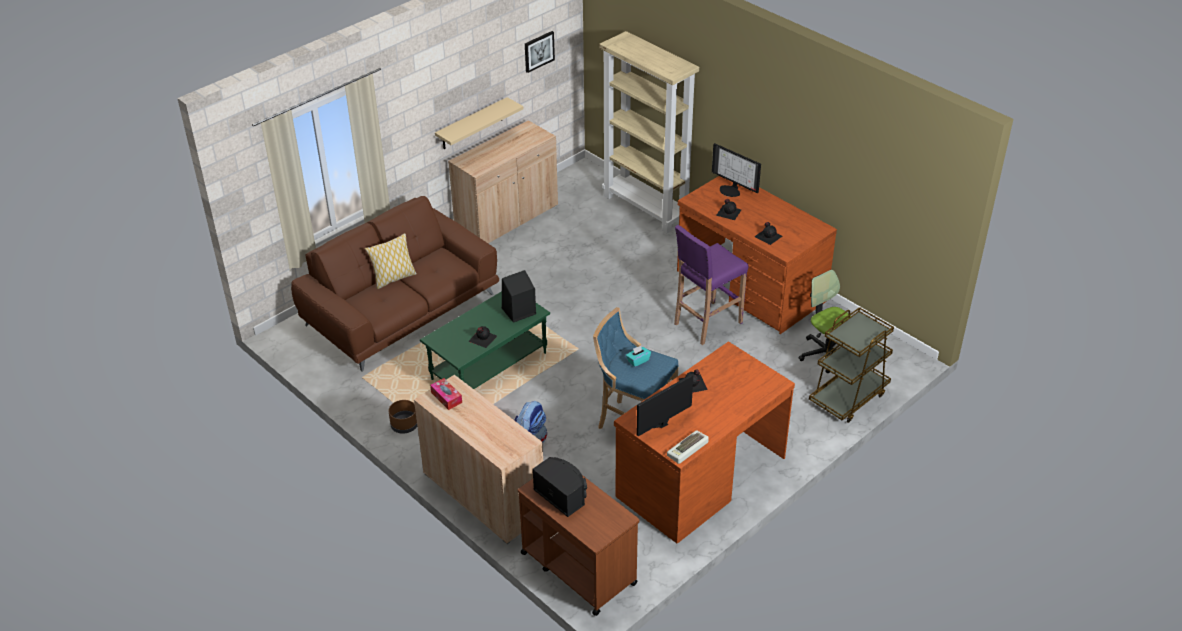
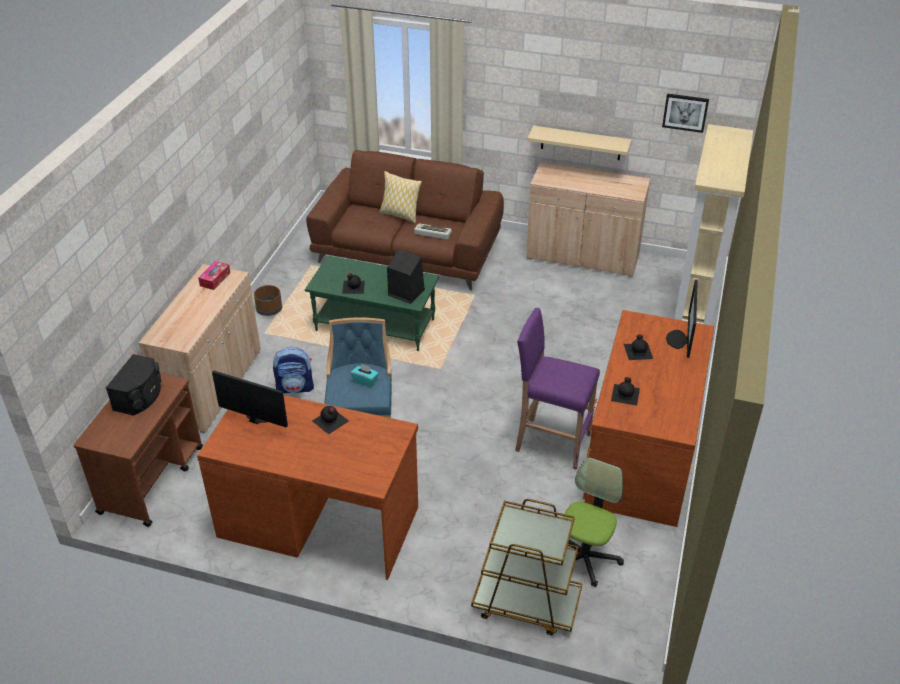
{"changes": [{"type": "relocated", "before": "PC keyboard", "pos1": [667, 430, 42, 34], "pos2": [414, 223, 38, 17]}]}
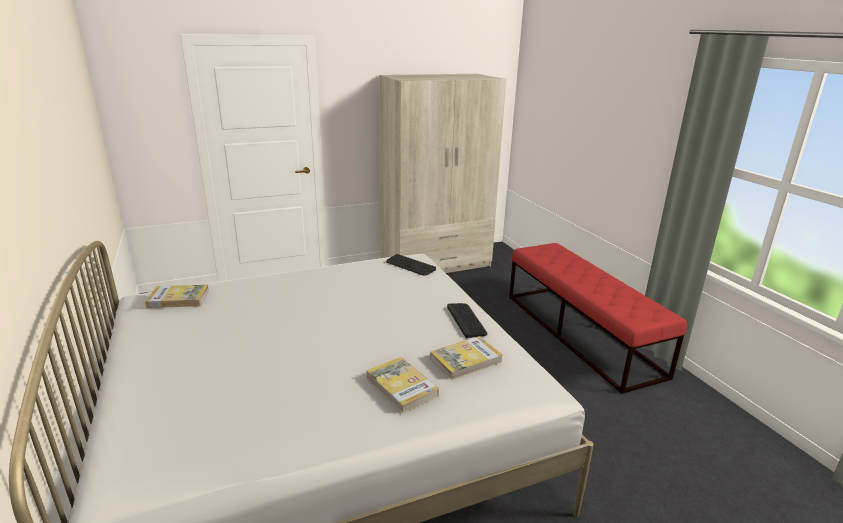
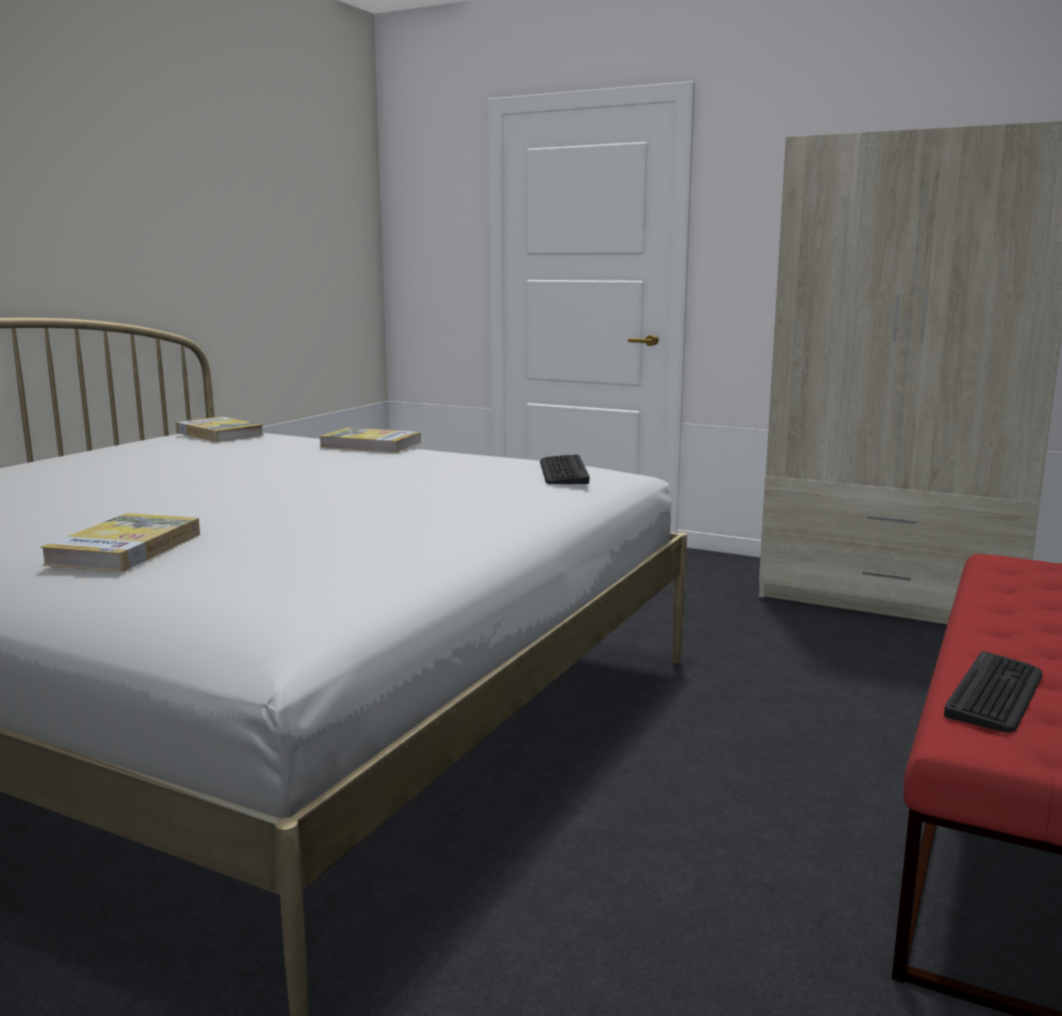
{"changes": [{"type": "relocated", "before": "book", "pos1": [430, 336, 73, 44], "pos2": [320, 428, 101, 25]}, {"type": "relocated", "before": "PC keyboard", "pos1": [447, 303, 40, 35], "pos2": [944, 651, 99, 82]}]}
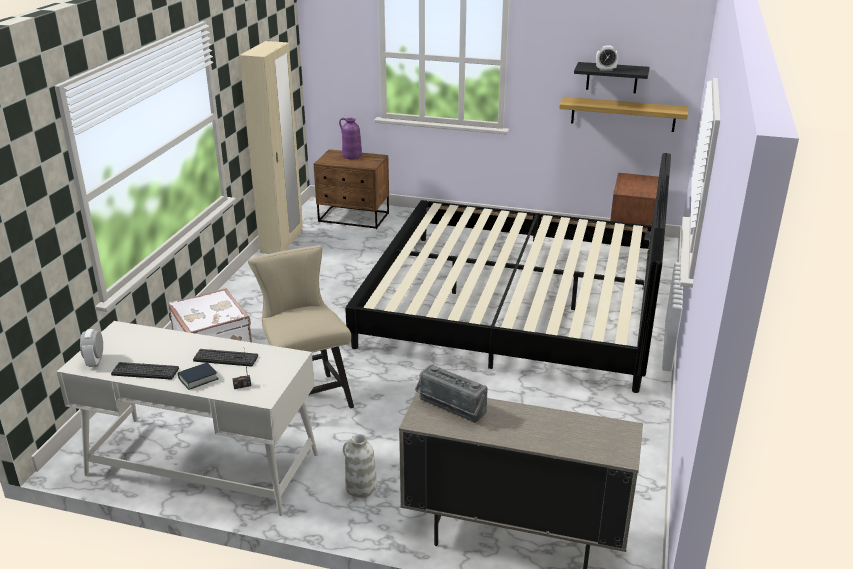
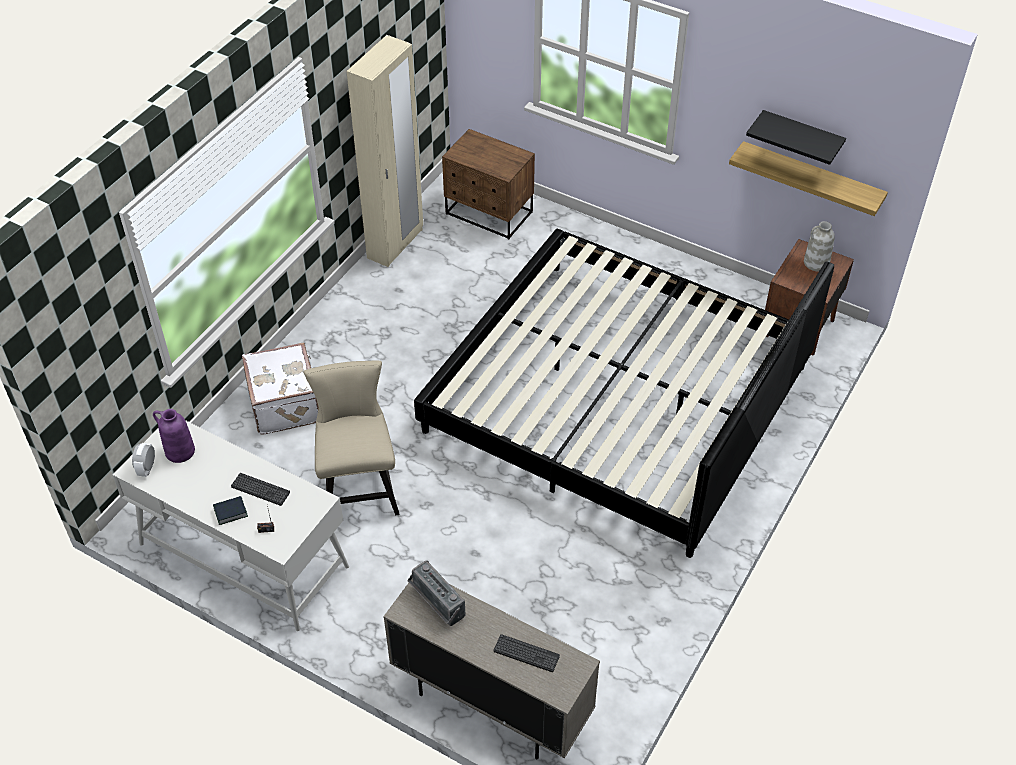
{"changes": [{"type": "relocated", "before": "purple-coloured flower vase", "pos1": [339, 118, 23, 41], "pos2": [153, 409, 42, 54]}, {"type": "relocated", "before": "PC keyboard", "pos1": [111, 362, 68, 17], "pos2": [494, 634, 66, 38]}, {"type": "relocated", "before": "white-coloured flower vase", "pos1": [343, 434, 34, 64], "pos2": [804, 221, 31, 50]}, {"type": "missing", "before": "table clock", "pos1": [596, 45, 22, 26]}]}
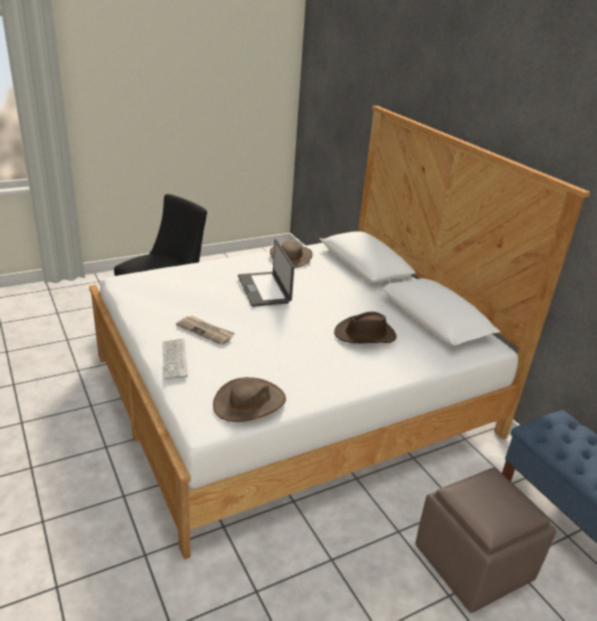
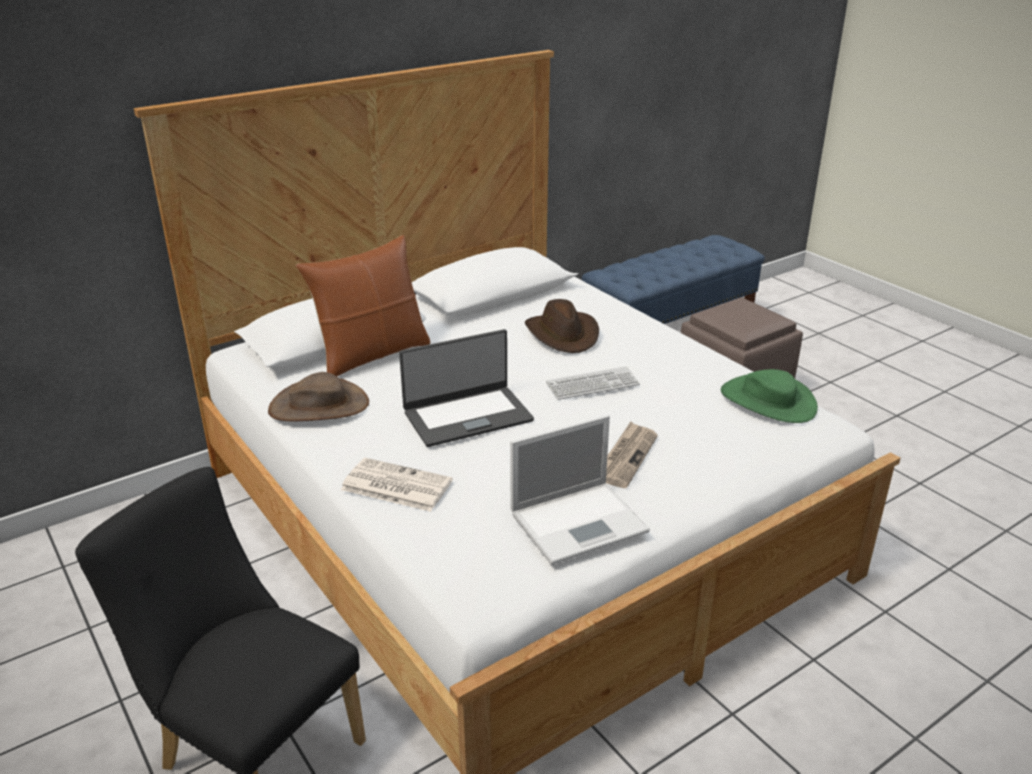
{"changes": [{"type": "appeared", "after": "brownish throw pillow", "pos2": [296, 235, 135, 141]}, {"type": "appeared", "after": "printed paper", "pos2": [341, 458, 112, 54]}, {"type": "appeared", "after": "laptop", "pos2": [510, 415, 140, 150]}, {"type": "relocated", "before": "PC keyboard", "pos1": [162, 338, 26, 42], "pos2": [546, 366, 94, 34]}, {"type": "colour", "before": "brownish hat", "after": "greenish hat", "pos1": [213, 377, 73, 45], "pos2": [721, 369, 97, 54]}]}
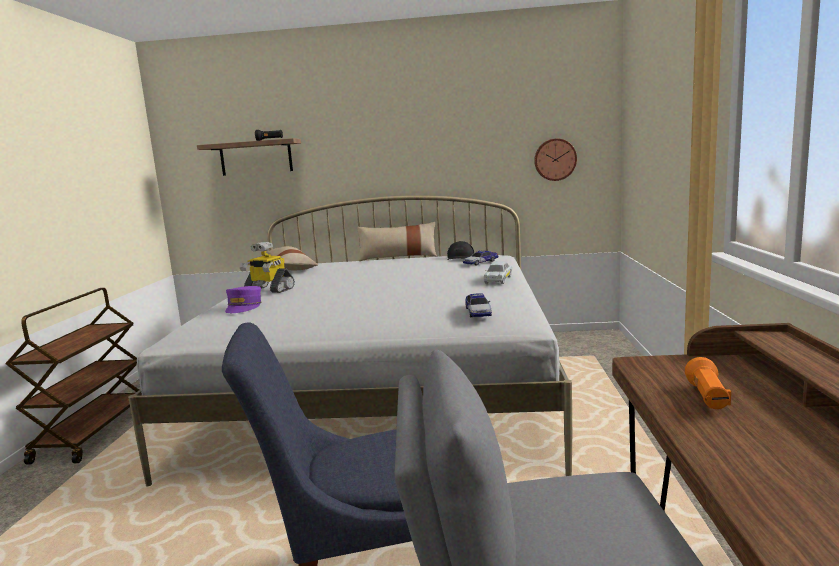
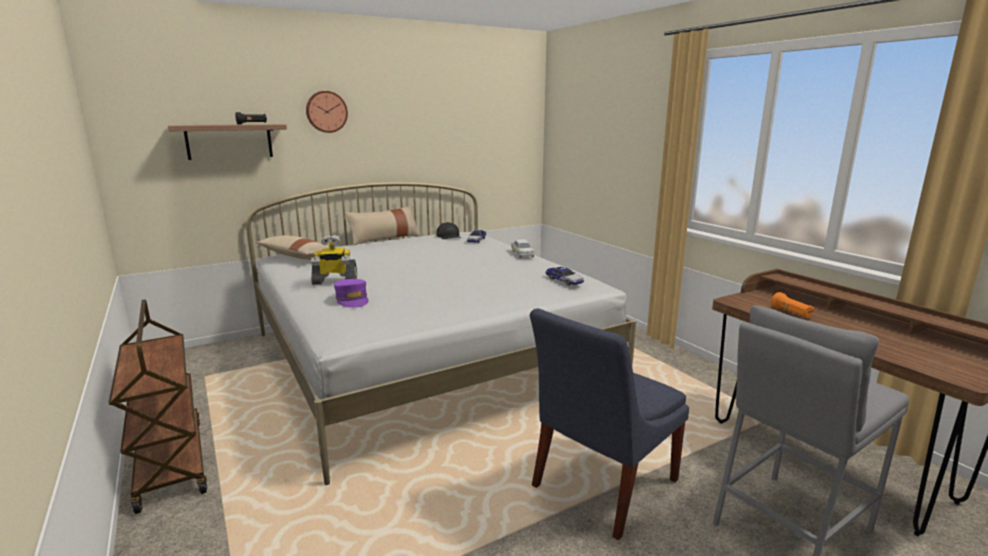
{"changes": [{"type": "relocated", "before": "hanging clock", "pos1": [534, 139, 43, 42], "pos2": [306, 91, 42, 42]}]}
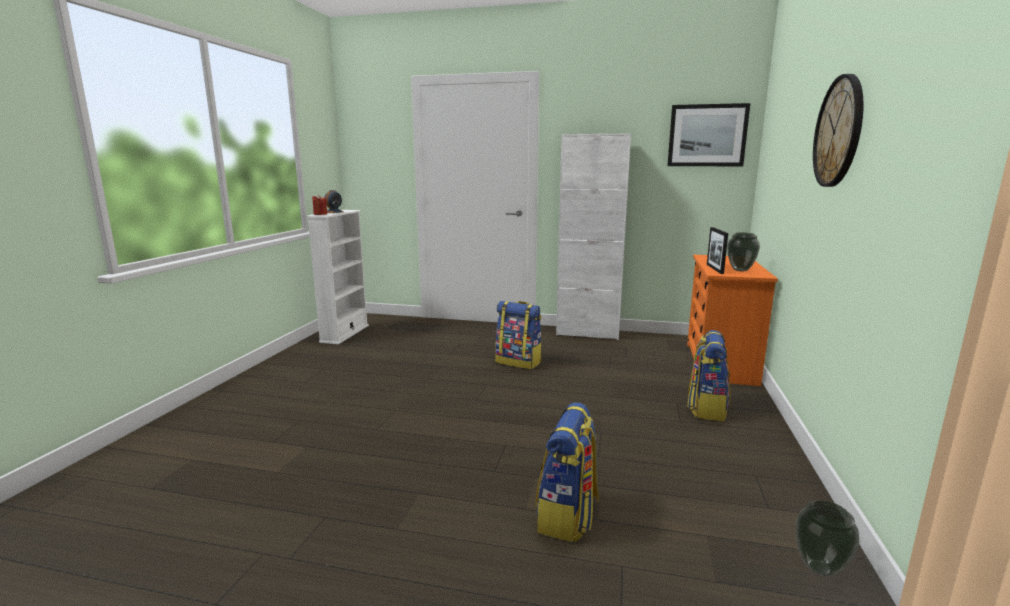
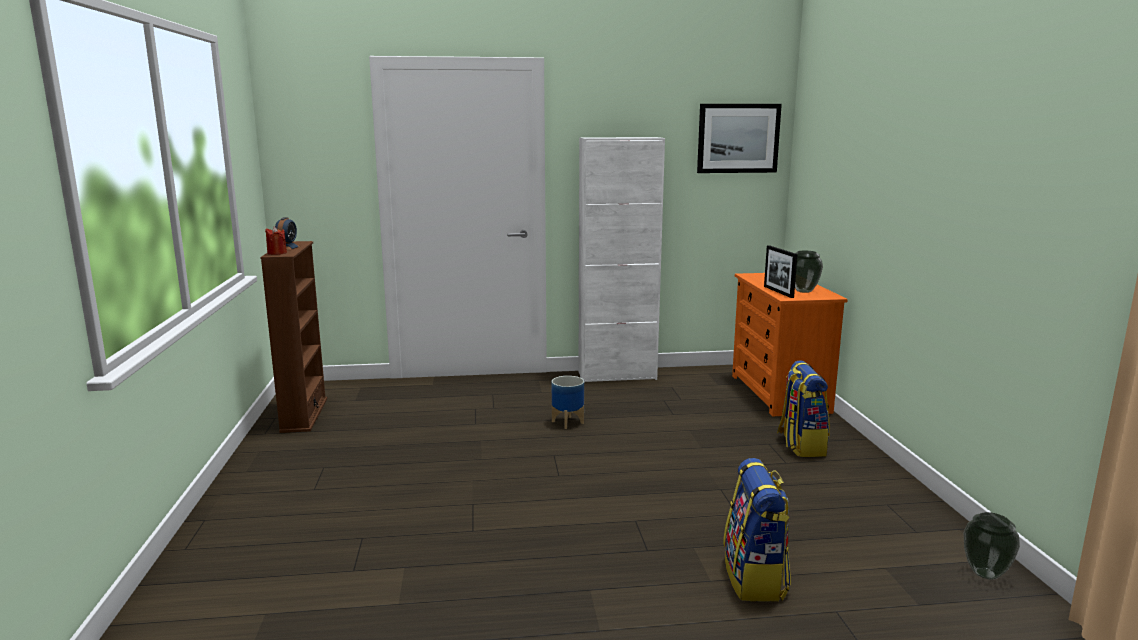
{"changes": [{"type": "colour", "before": "white-coloured bookcase", "after": "brownish bookcase", "pos1": [307, 210, 62, 135], "pos2": [260, 241, 67, 192]}, {"type": "exchanged", "before": "rucksack", "after": "plant pot", "pos1": [495, 301, 47, 68], "pos2": [552, 376, 32, 53]}, {"type": "missing", "before": "hanging clock", "pos1": [813, 74, 50, 113]}]}
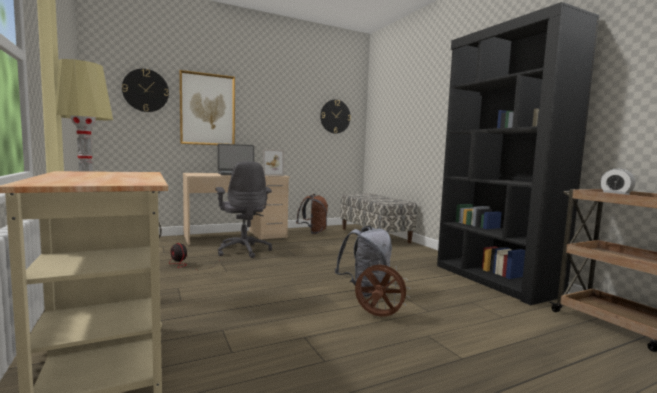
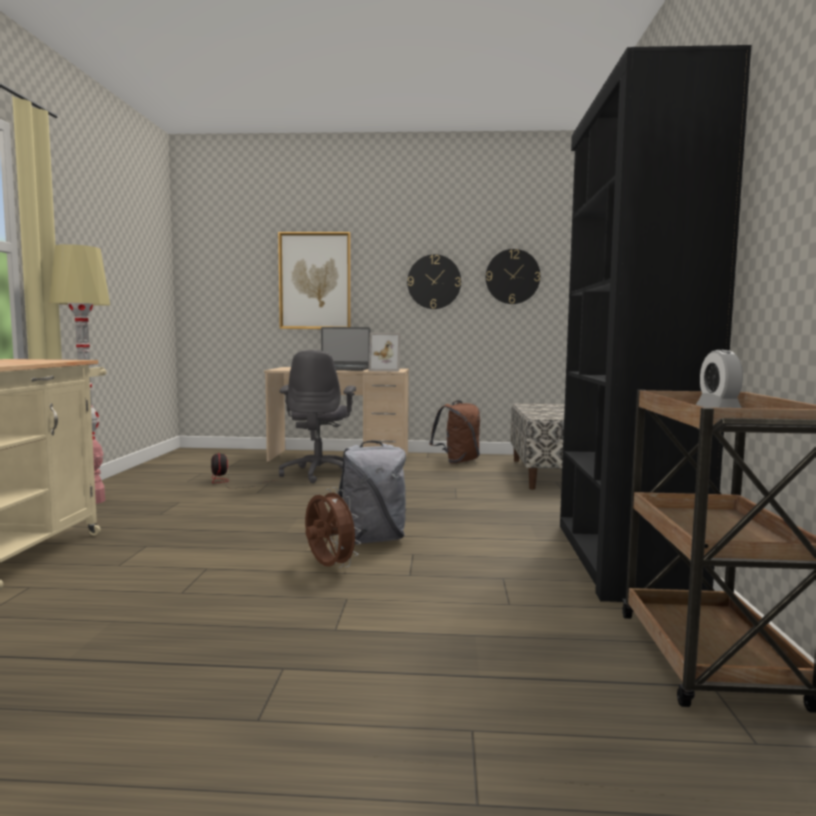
{"changes": [{"type": "relocated", "before": "hanging clock", "pos1": [122, 69, 47, 43], "pos2": [407, 254, 54, 55]}]}
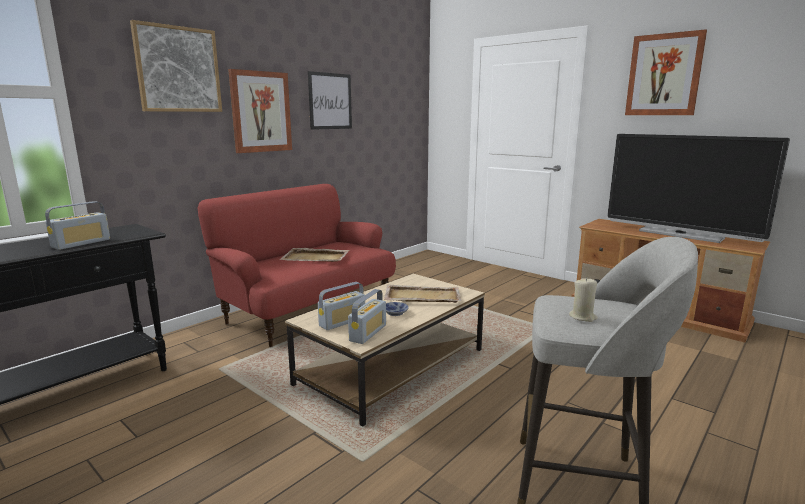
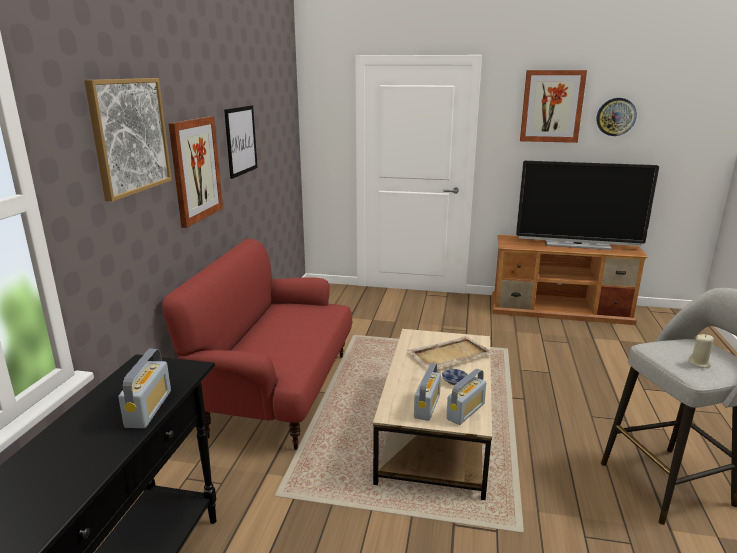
{"changes": [{"type": "spun", "before": "radio set", "pos1": [348, 289, 38, 55], "pos2": [446, 369, 40, 56], "turn": 45}, {"type": "appeared", "after": "hanging clock", "pos2": [596, 98, 41, 38]}, {"type": "missing", "before": "sand-coloured tray", "pos1": [279, 248, 70, 14]}]}
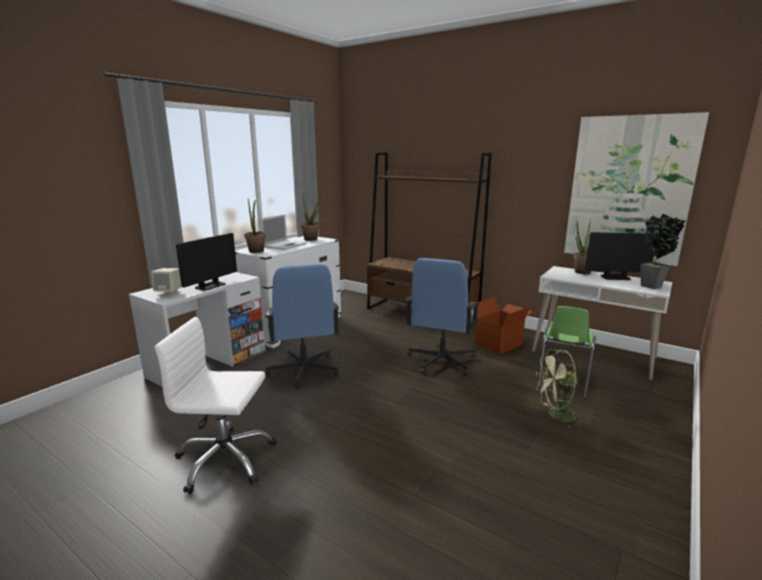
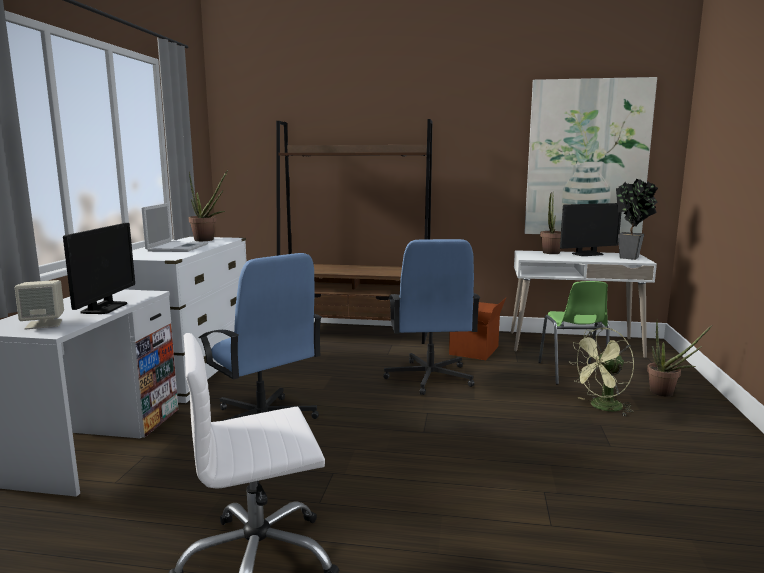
{"changes": [{"type": "relocated", "before": "houseplant", "pos1": [244, 199, 22, 54], "pos2": [647, 321, 65, 76]}]}
